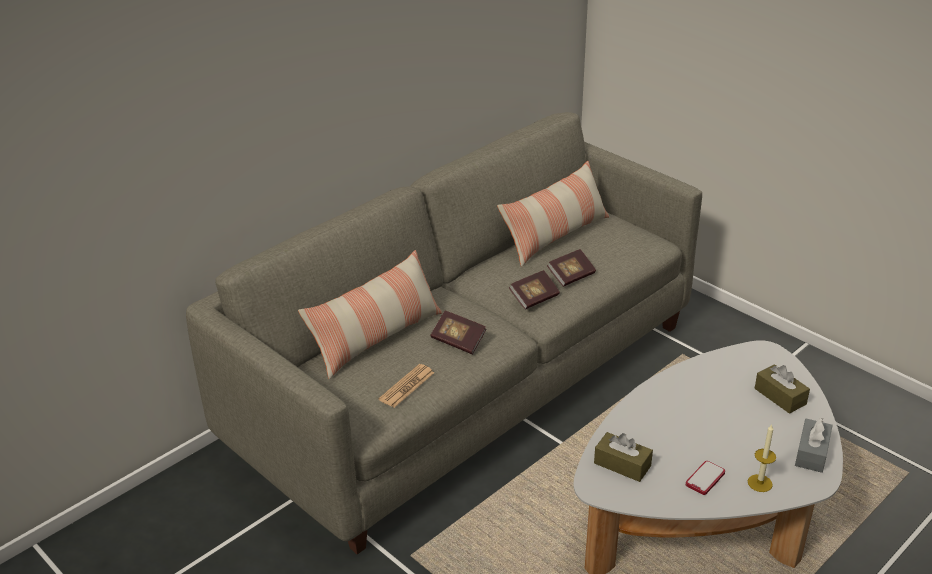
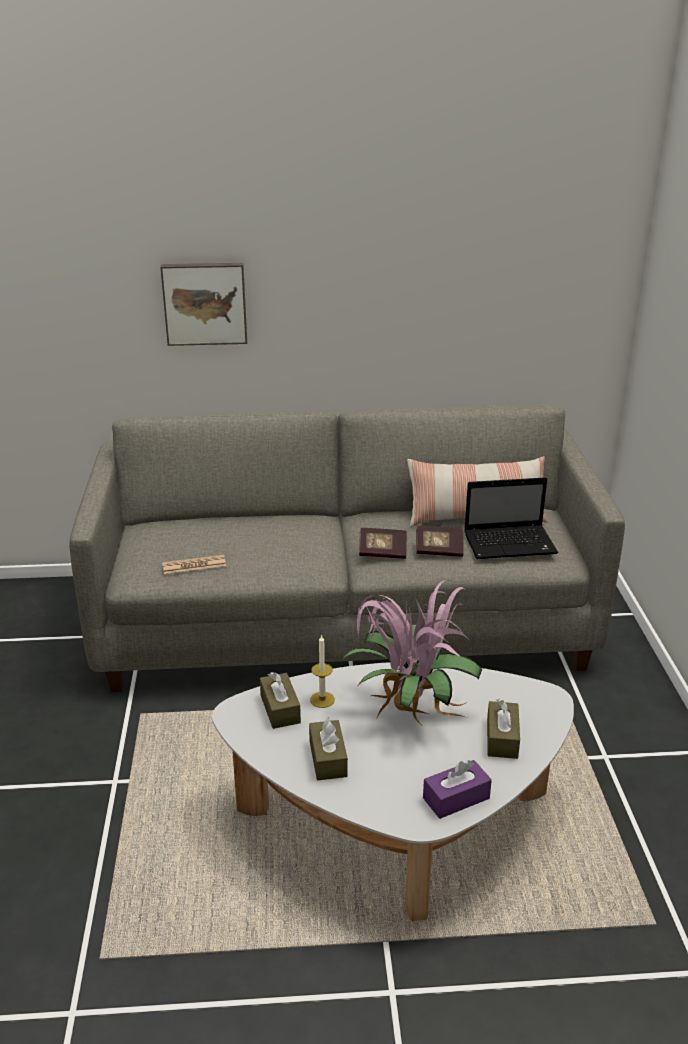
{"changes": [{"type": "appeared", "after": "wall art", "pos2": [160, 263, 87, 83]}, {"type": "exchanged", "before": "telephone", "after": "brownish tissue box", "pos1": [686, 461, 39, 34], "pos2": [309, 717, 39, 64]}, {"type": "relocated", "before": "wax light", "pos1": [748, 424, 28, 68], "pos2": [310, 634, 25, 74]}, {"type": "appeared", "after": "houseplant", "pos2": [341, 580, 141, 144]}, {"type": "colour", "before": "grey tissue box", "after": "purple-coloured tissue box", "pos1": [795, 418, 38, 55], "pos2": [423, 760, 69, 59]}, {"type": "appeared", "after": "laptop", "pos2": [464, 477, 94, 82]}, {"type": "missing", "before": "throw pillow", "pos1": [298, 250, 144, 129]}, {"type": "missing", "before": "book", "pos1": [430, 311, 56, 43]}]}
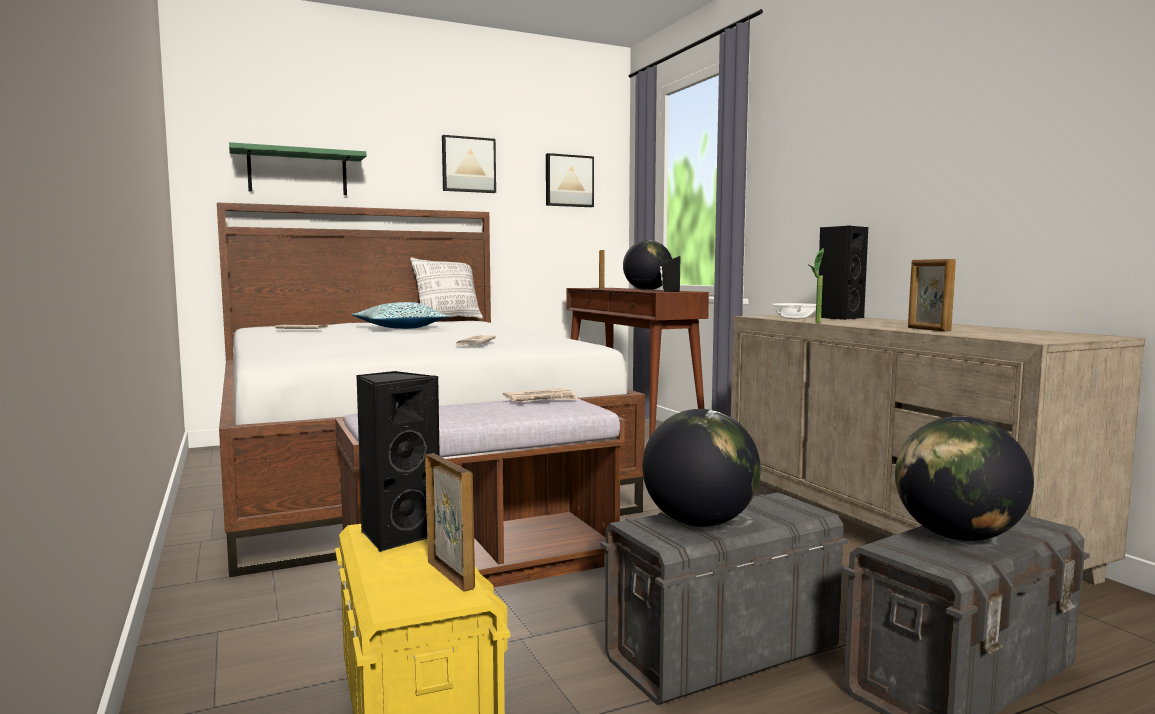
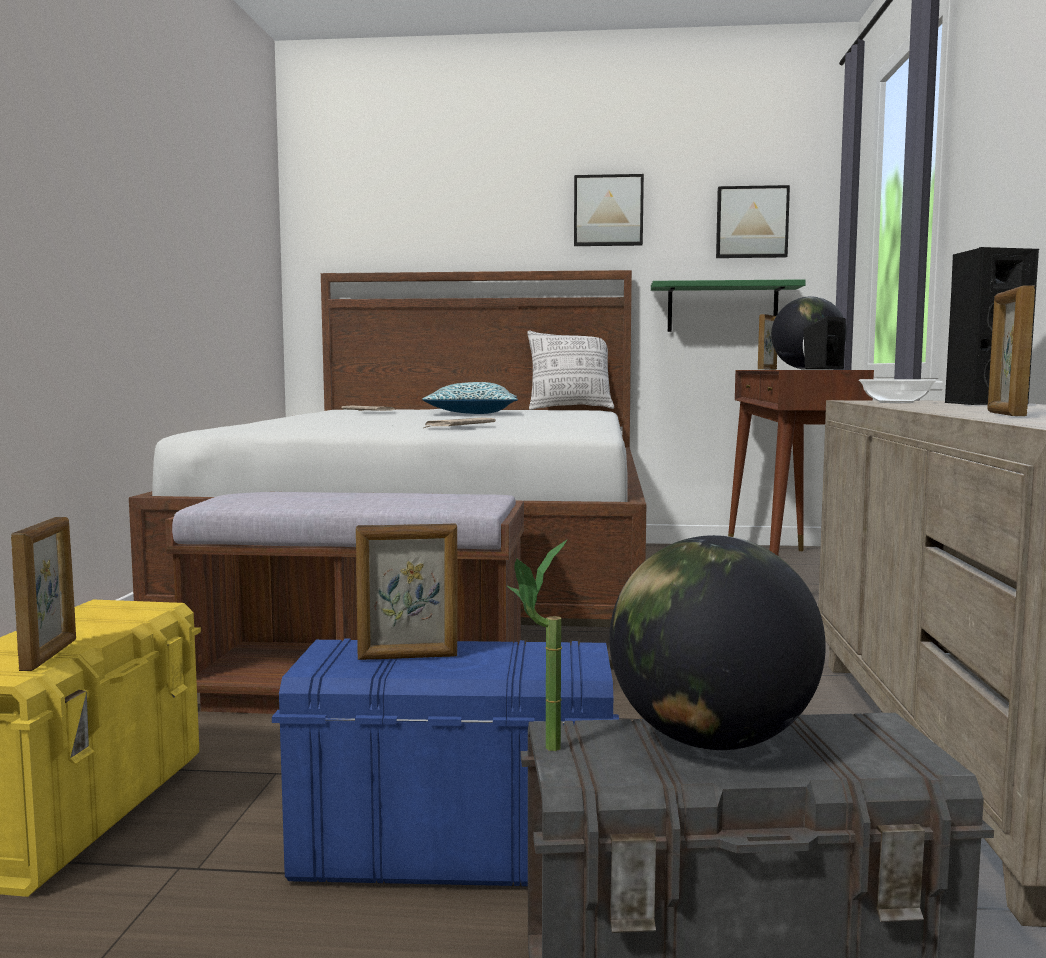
{"changes": [{"type": "colour", "before": "grey storage bin", "after": "blue storage bin", "pos1": [600, 492, 249, 213], "pos2": [272, 638, 347, 248]}, {"type": "exchanged", "before": "globe", "after": "picture frame", "pos1": [642, 409, 119, 118], "pos2": [356, 523, 101, 137]}, {"type": "relocated", "before": "houseplant", "pos1": [809, 248, 15, 75], "pos2": [507, 540, 60, 211]}, {"type": "relocated", "before": "greenish bracket shelf", "pos1": [229, 142, 137, 53], "pos2": [651, 279, 155, 53]}, {"type": "missing", "before": "black-coloured speaker", "pos1": [356, 371, 84, 181]}, {"type": "missing", "before": "printed paper", "pos1": [502, 388, 76, 14]}]}
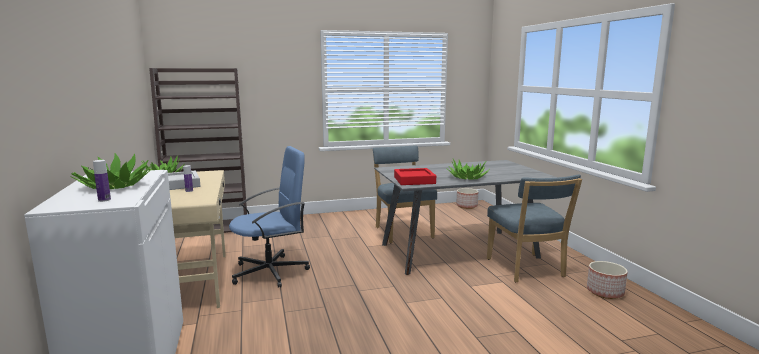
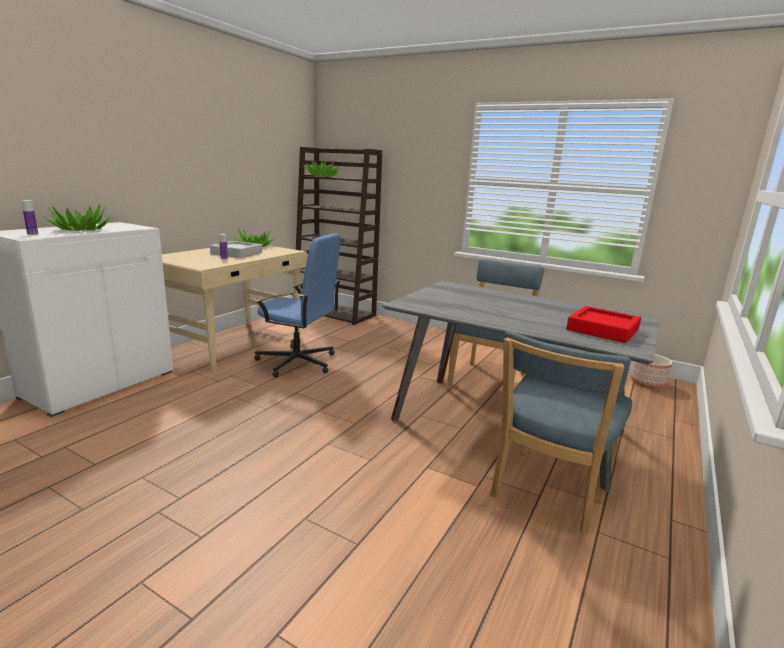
{"changes": [{"type": "relocated", "before": "houseplant", "pos1": [446, 159, 44, 21], "pos2": [304, 161, 36, 16]}, {"type": "relocated", "before": "reddish tray", "pos1": [394, 168, 42, 17], "pos2": [566, 306, 75, 37]}, {"type": "missing", "before": "plant pot", "pos1": [587, 261, 41, 38]}]}
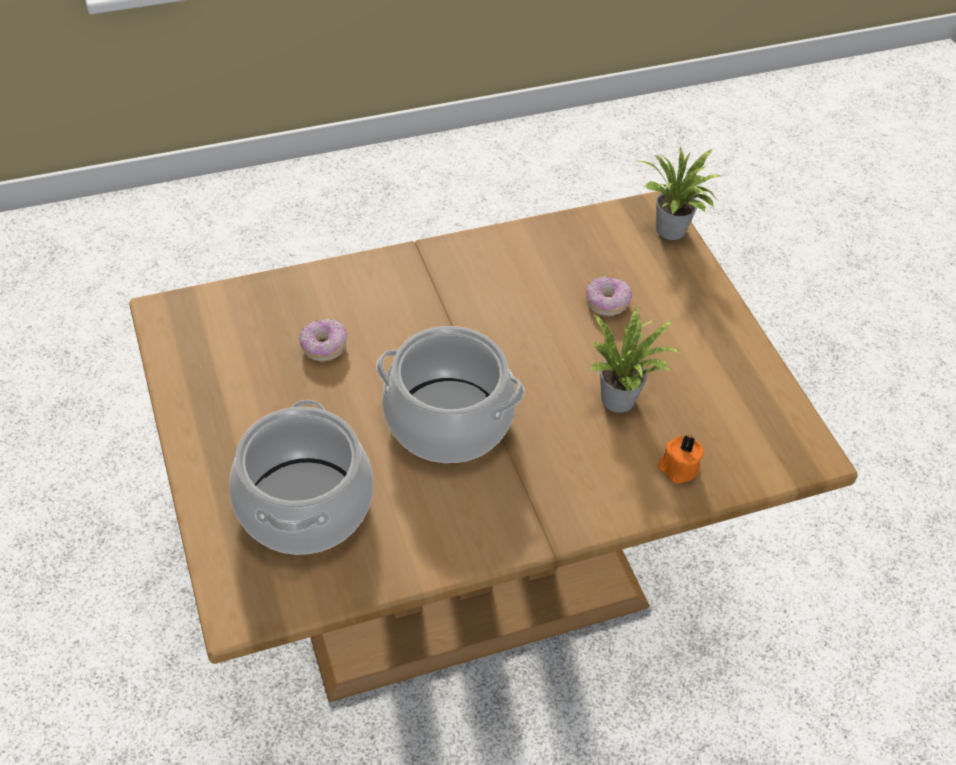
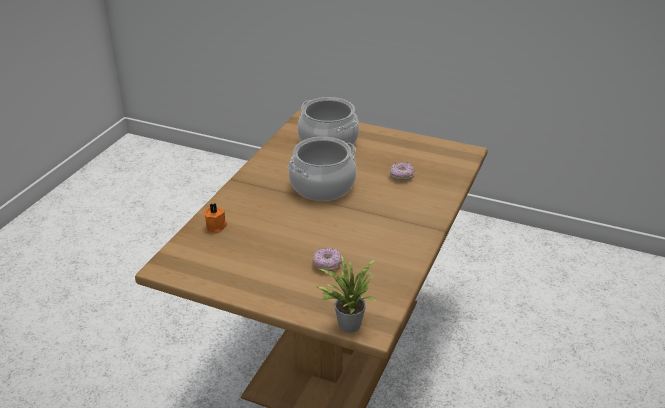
{"changes": [{"type": "missing", "before": "houseplant", "pos1": [589, 307, 93, 106]}]}
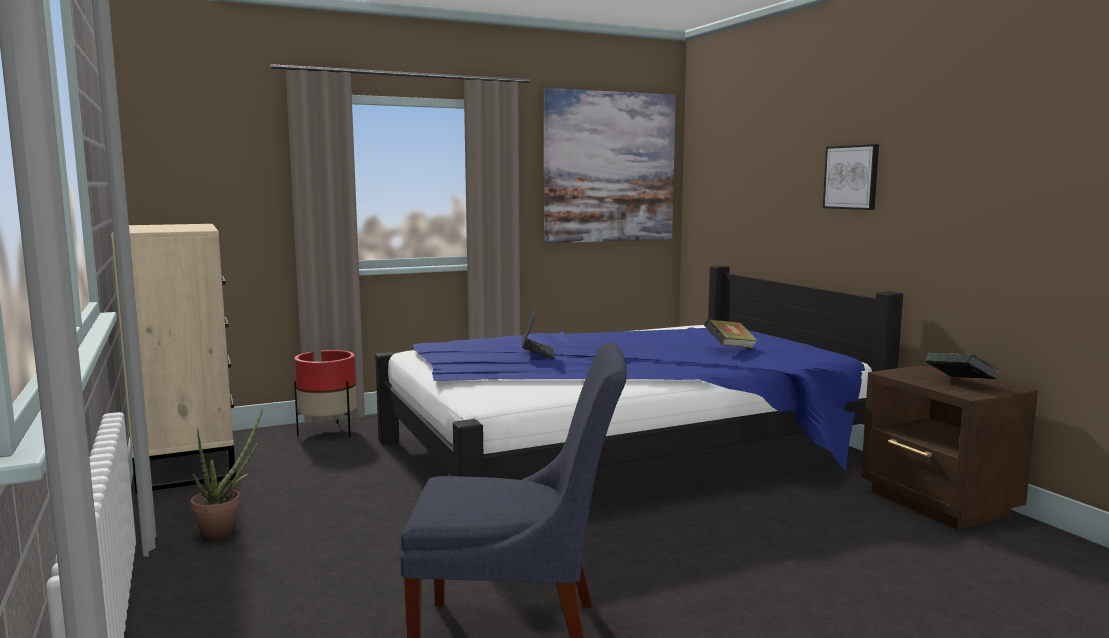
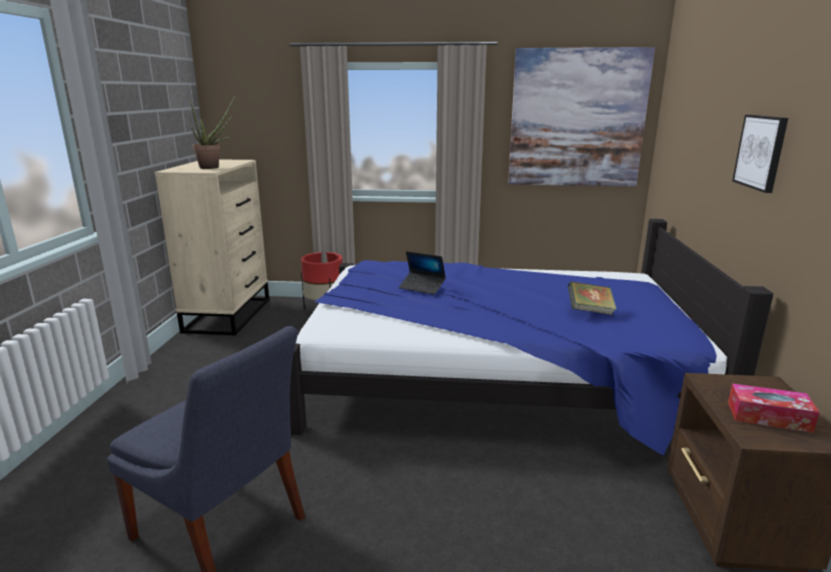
{"changes": [{"type": "relocated", "before": "houseplant", "pos1": [191, 409, 72, 132], "pos2": [190, 97, 45, 72]}, {"type": "spun", "before": "laptop", "pos1": [522, 309, 32, 50], "pos2": [399, 251, 47, 44], "turn": 90}, {"type": "exchanged", "before": "book", "after": "tissue box", "pos1": [925, 353, 75, 26], "pos2": [728, 383, 92, 50]}]}
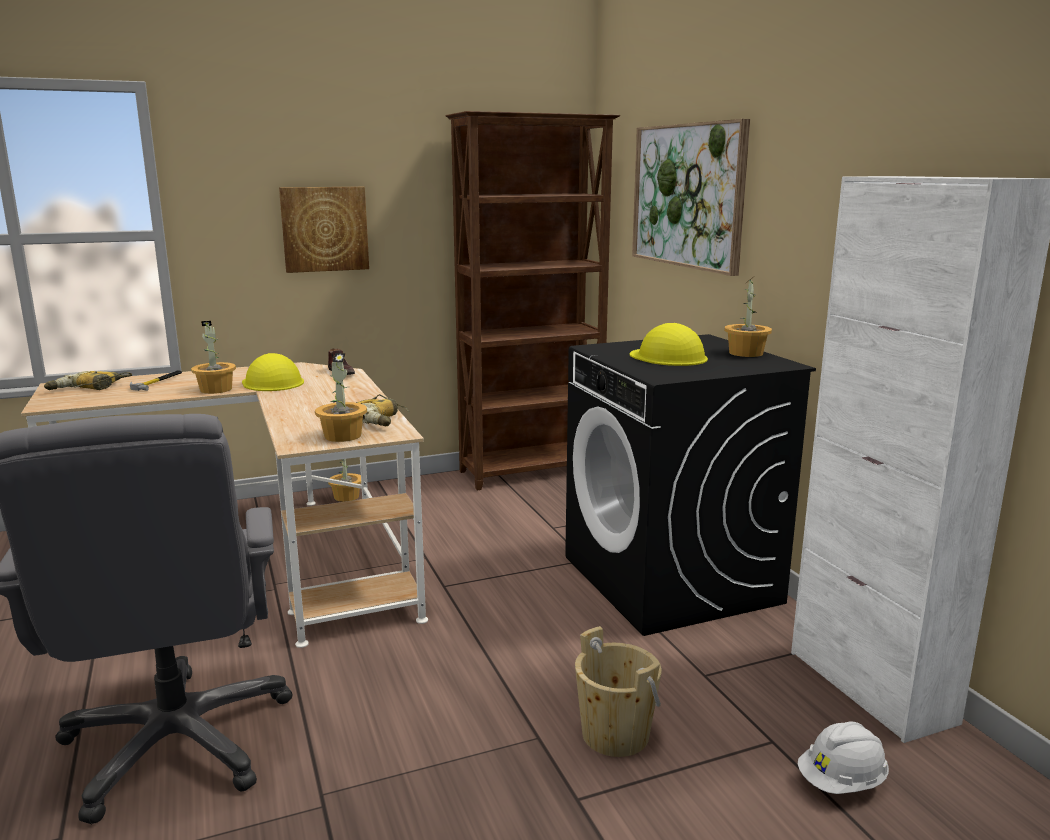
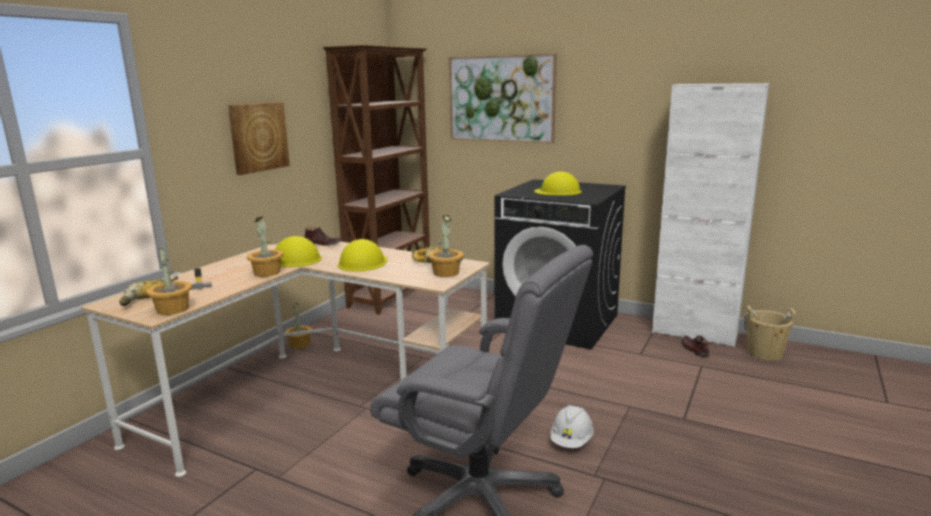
{"changes": [{"type": "relocated", "before": "houseplant", "pos1": [724, 277, 48, 80], "pos2": [147, 247, 45, 68]}, {"type": "appeared", "after": "yellowish safety helmet", "pos2": [338, 239, 50, 33]}, {"type": "relocated", "before": "white-coloured safety helmet", "pos1": [798, 721, 91, 73], "pos2": [550, 405, 44, 43]}, {"type": "appeared", "after": "brownish low shoe", "pos2": [682, 335, 27, 22]}, {"type": "relocated", "before": "sand-coloured pail", "pos1": [575, 626, 87, 131], "pos2": [744, 305, 52, 56]}]}
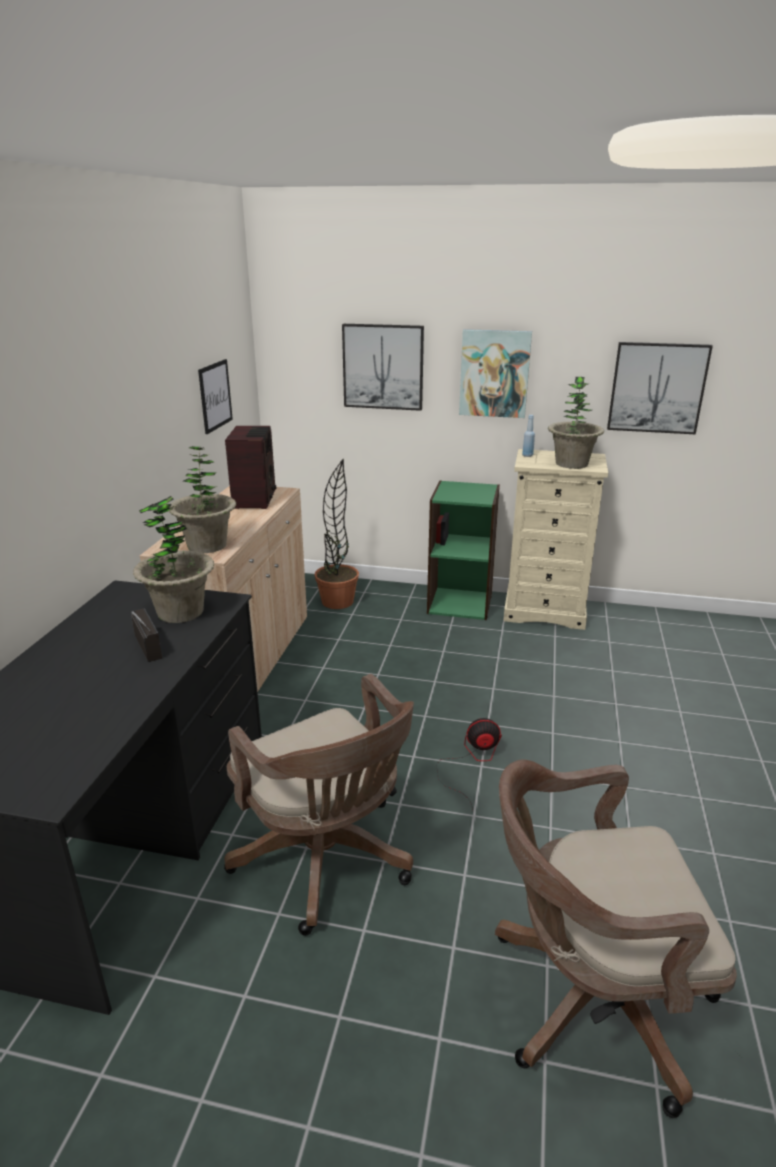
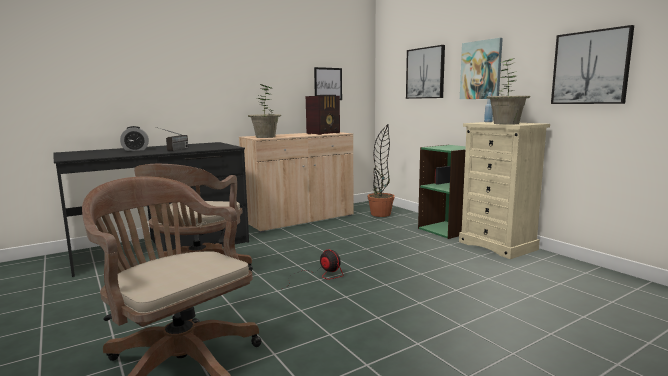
{"changes": [{"type": "appeared", "after": "table clock", "pos2": [120, 126, 29, 25]}, {"type": "missing", "before": "houseplant", "pos1": [133, 496, 81, 127]}]}
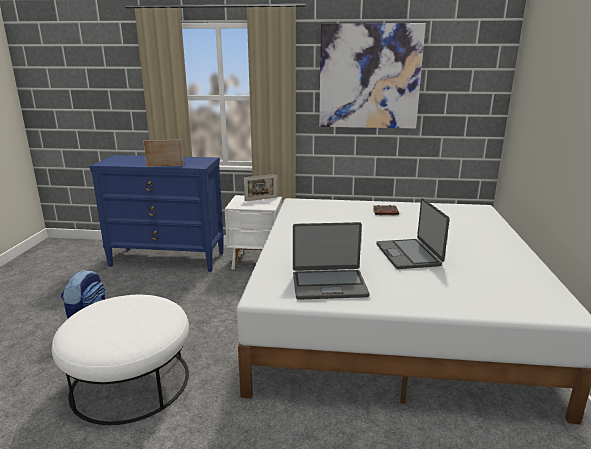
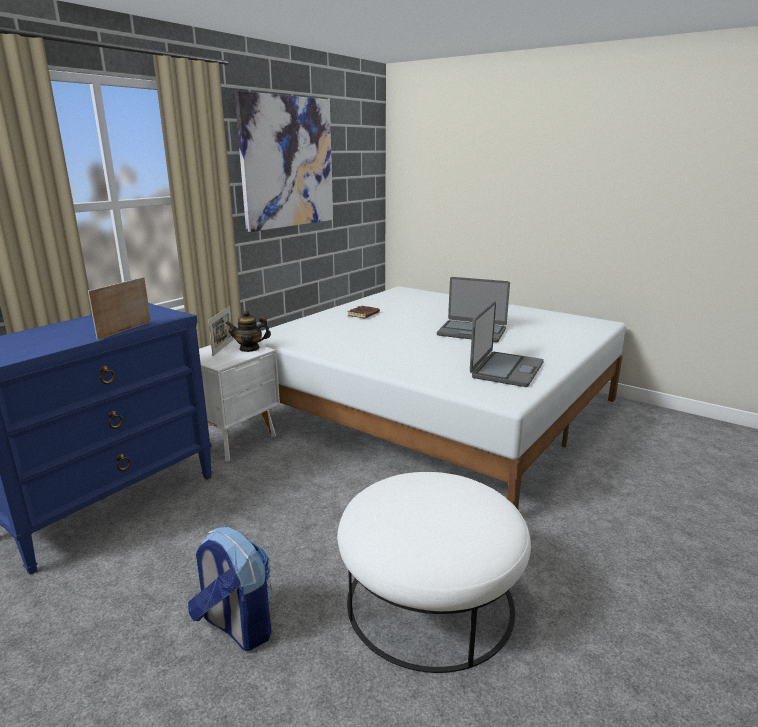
{"changes": [{"type": "appeared", "after": "tea pot", "pos2": [225, 311, 46, 41]}]}
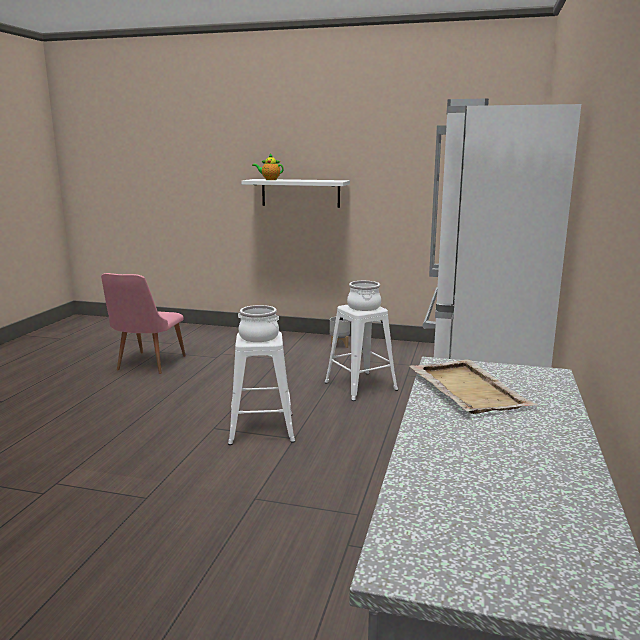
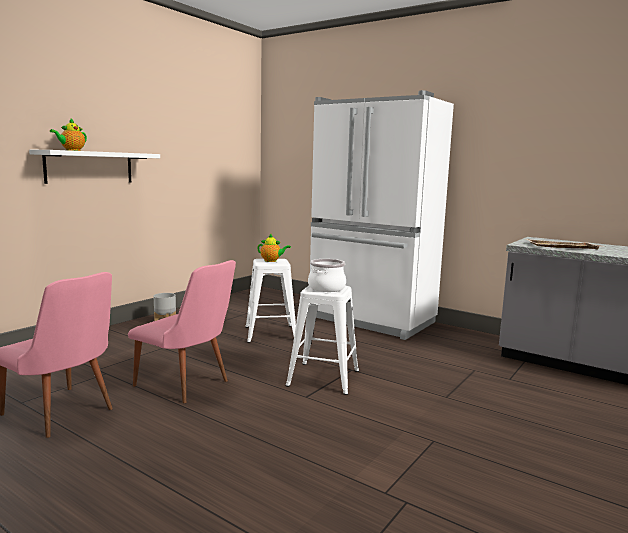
{"changes": [{"type": "appeared", "after": "pink chair", "pos2": [128, 260, 108, 143]}, {"type": "exchanged", "before": "cooking pot", "after": "tea pot", "pos1": [347, 281, 34, 30], "pos2": [257, 234, 34, 28]}]}
